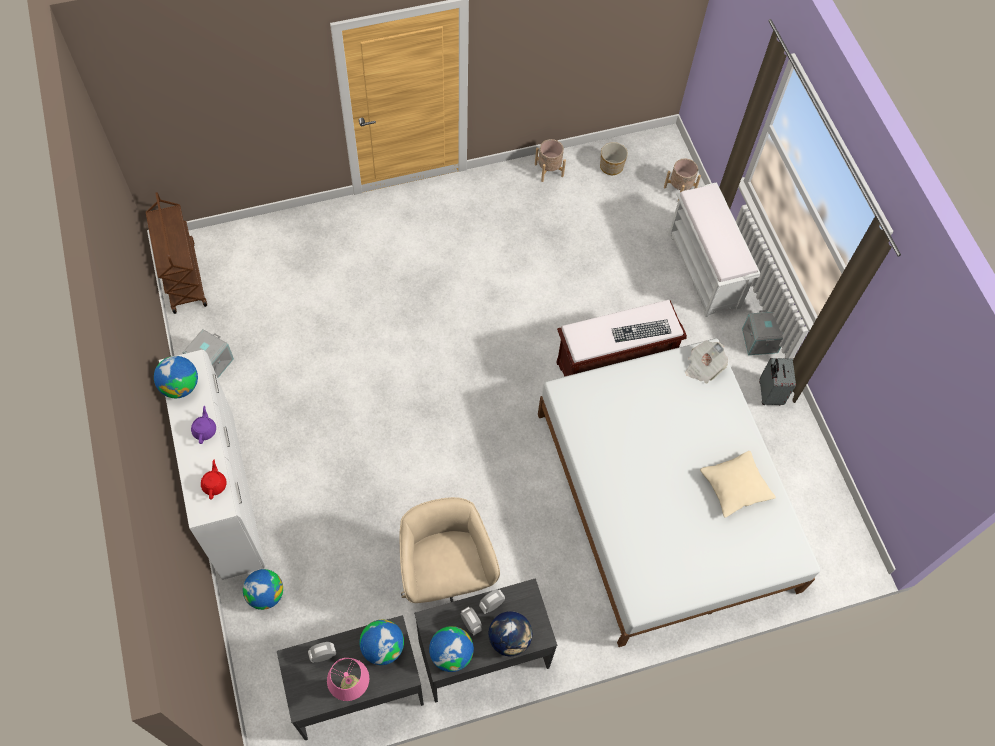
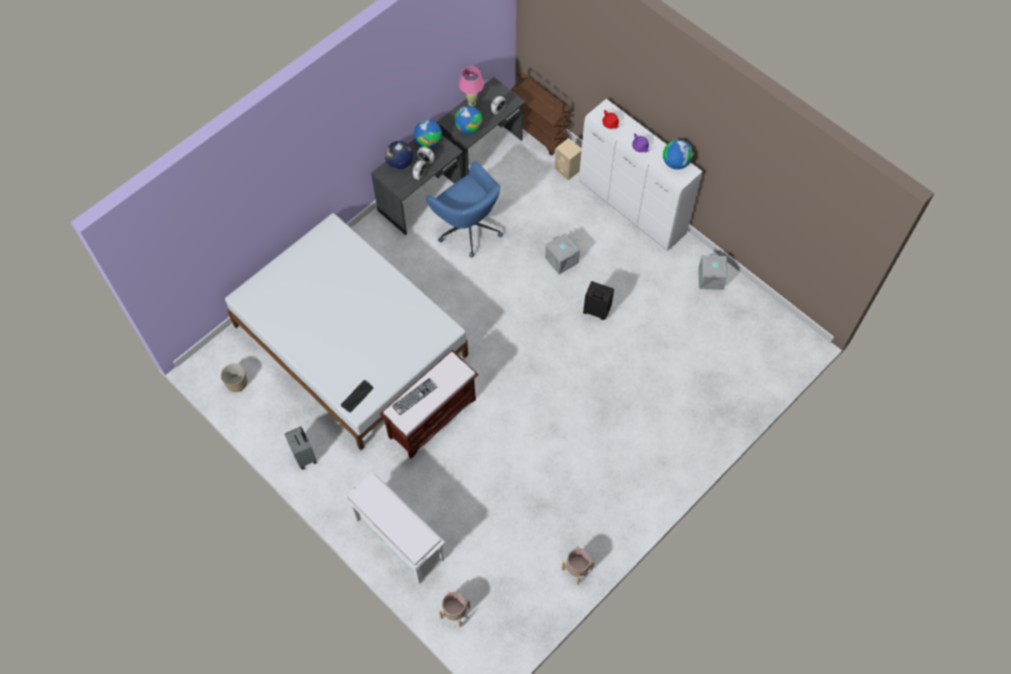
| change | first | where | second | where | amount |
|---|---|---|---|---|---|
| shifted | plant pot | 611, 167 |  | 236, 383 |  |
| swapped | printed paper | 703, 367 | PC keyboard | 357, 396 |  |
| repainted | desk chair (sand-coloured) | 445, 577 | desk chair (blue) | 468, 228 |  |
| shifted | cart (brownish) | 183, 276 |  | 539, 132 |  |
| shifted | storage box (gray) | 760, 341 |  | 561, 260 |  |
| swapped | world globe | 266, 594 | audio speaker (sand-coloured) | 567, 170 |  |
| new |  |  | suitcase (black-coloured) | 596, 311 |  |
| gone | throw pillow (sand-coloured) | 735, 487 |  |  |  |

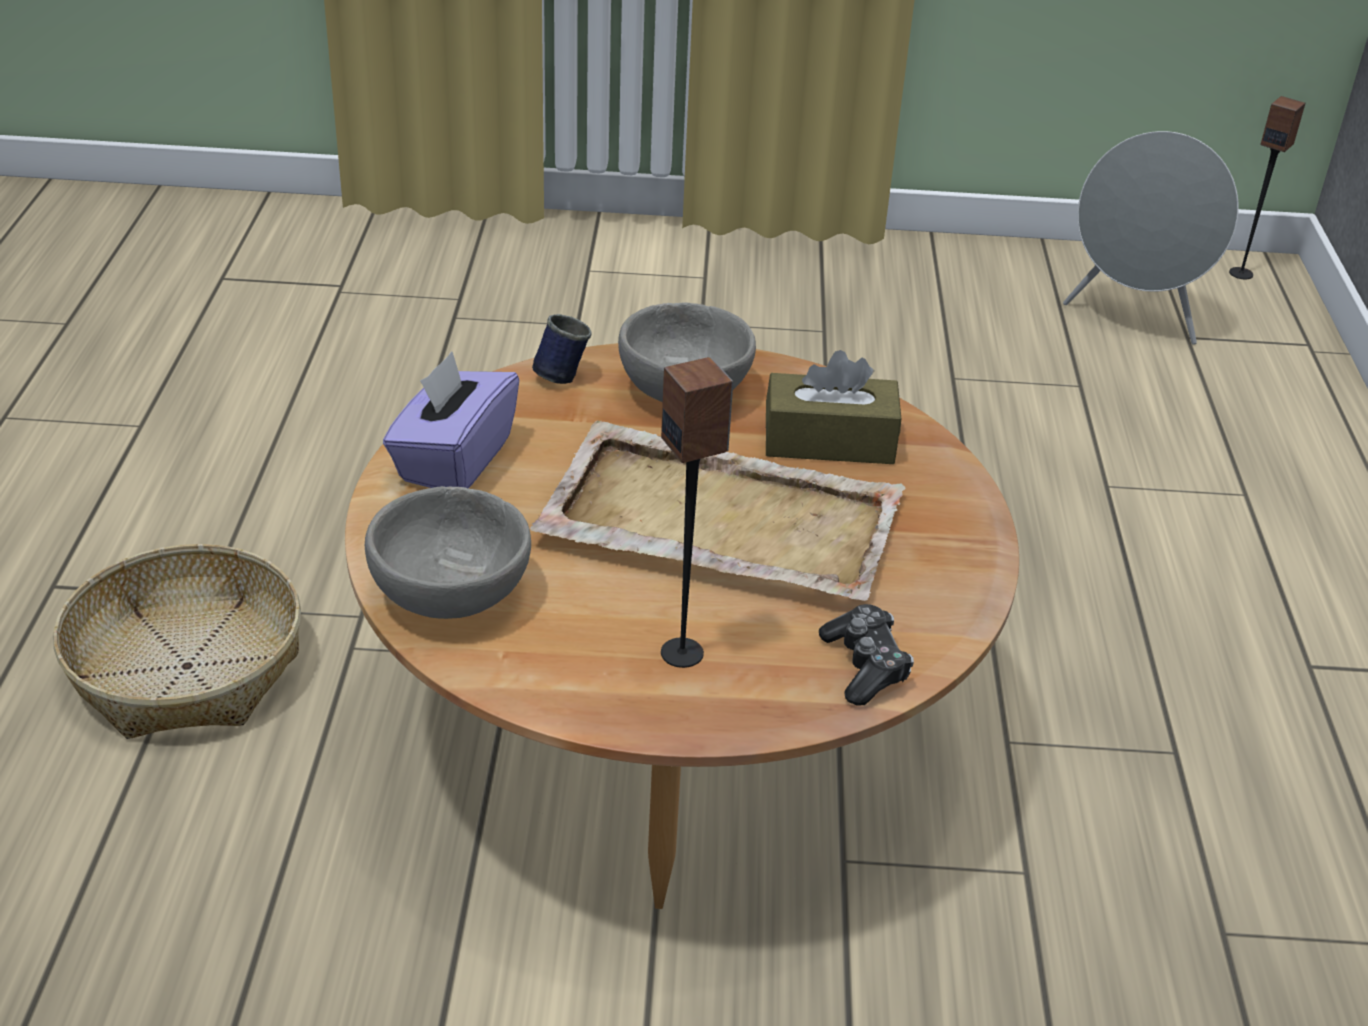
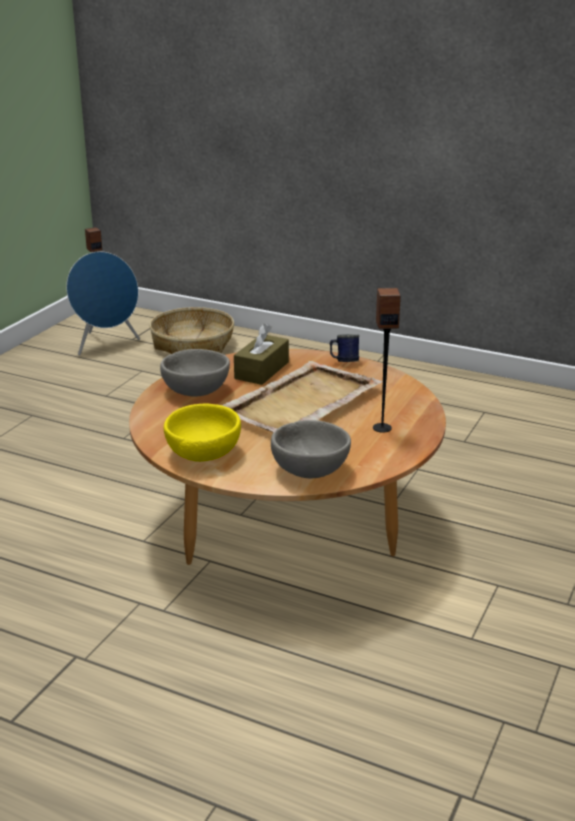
| change | first | where | second | where | amount |
|---|---|---|---|---|---|
| repainted | audio speaker (gray) | 1133, 318 | audio speaker (blue) | 106, 345 |  |
| shifted | basket | 188, 666 |  | 193, 344 |  |
| swapped | tissue holder (purple) | 454, 460 | bowl (yellow) | 205, 453 |  |
| shifted | mug (blue) | 558, 373 |  | 344, 362 |  |
| gone | joypad | 865, 666 |  |  |  |

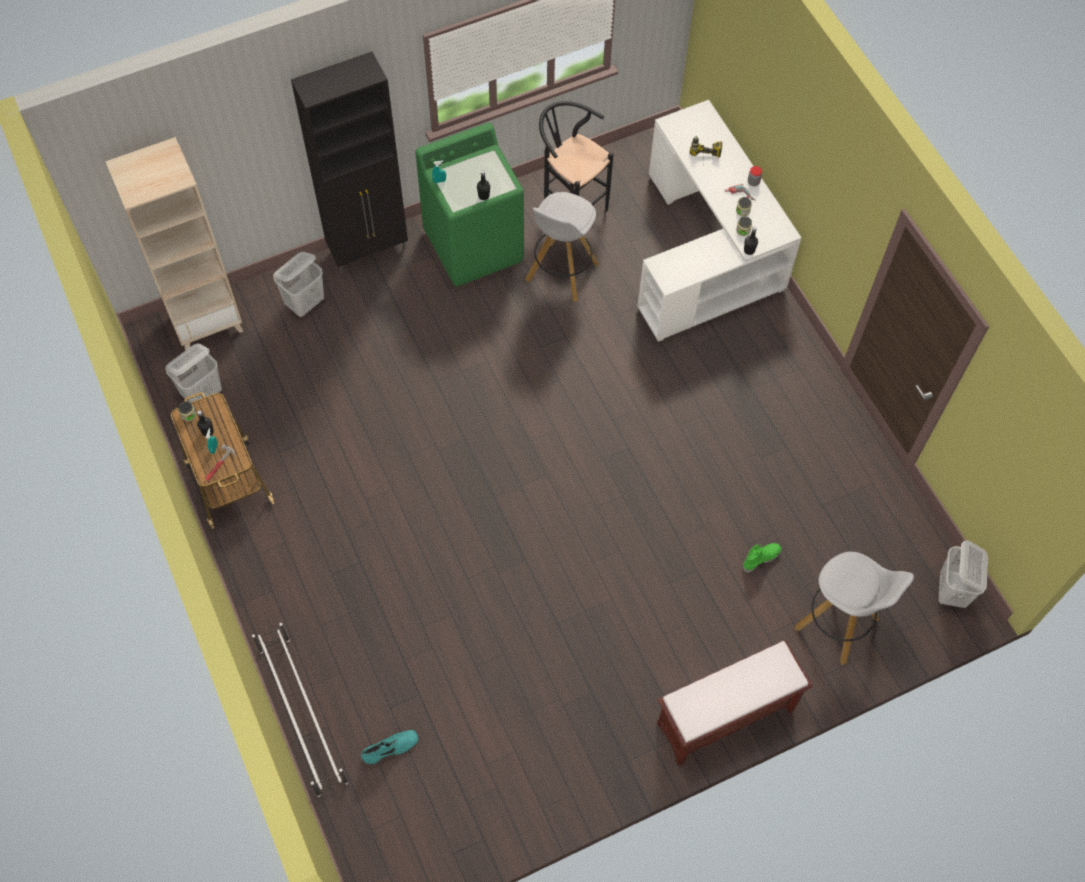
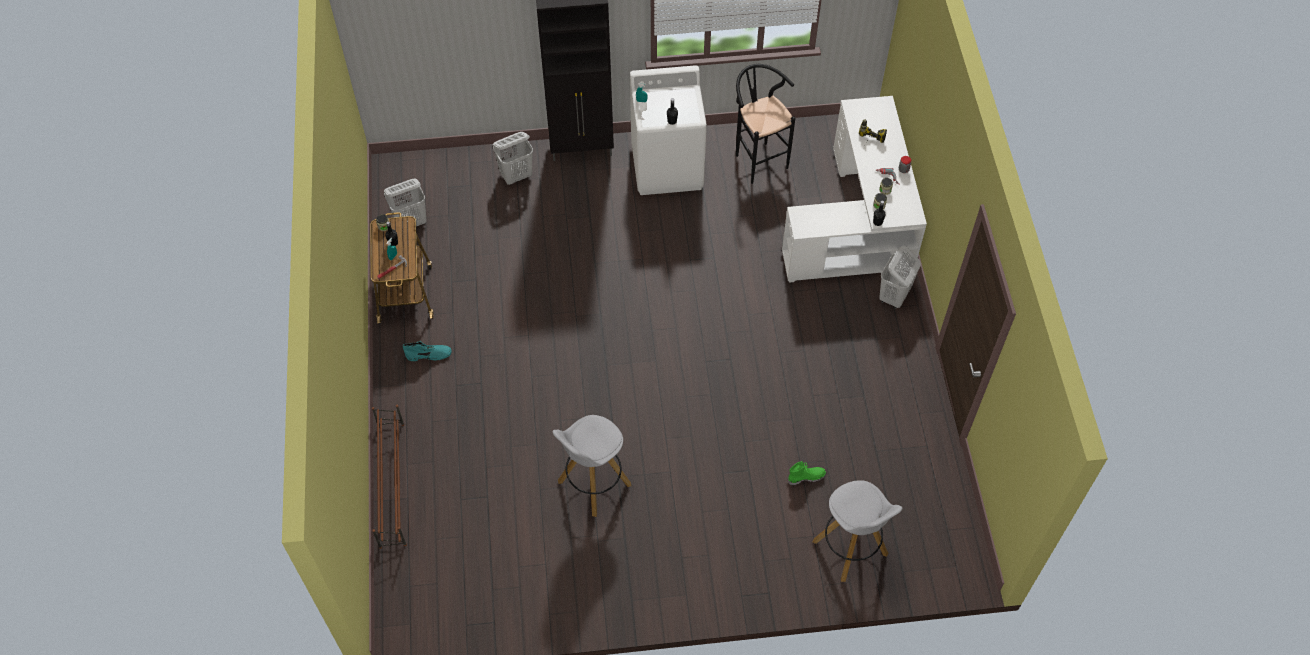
| change | first | where | second | where | amount |
|---|---|---|---|---|---|
| repainted | shoe rack (white) | 303, 715 | shoe rack (brownish) | 392, 484 |  |
| shifted | high-top boot (blue-green) | 391, 748 |  | 429, 355 |  |
| shifted | sitting stool (white) | 561, 273 |  | 593, 484 |  |
| repainted | washing machine (green) | 474, 246 | washing machine (white) | 667, 167 |  |
| shifted | hamper (white) | 951, 592 |  | 893, 296 |  |
| gone | shelving unit (sand-coloured) | 207, 322 |  |  |  |
| gone | long seat (brownish) | 724, 718 |  |  |  |

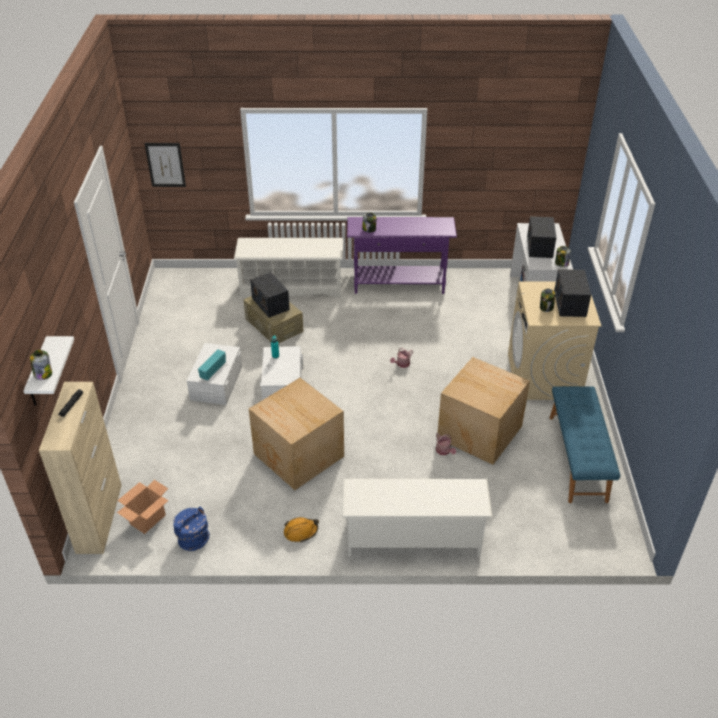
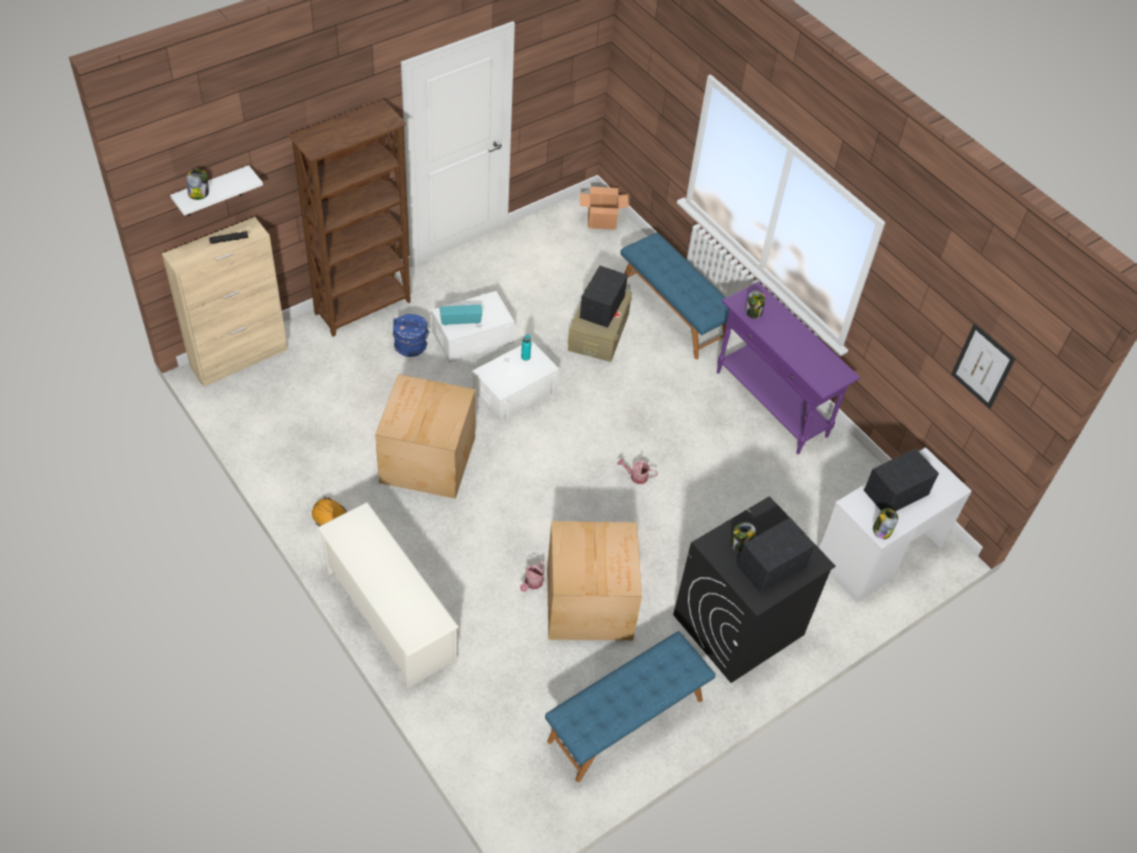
| change | first | where | second | where | amount |
|---|---|---|---|---|---|
| new |  |  | shelving unit (brownish) | 364, 308 |  |
| shifted | bucket (blue) | 193, 539 |  | 411, 346 |  |
| shifted | packing box | 147, 520 |  | 601, 222 |  |
| swapped | shoe rack (white) | 291, 287 | long seat (blue) | 674, 311 |  |
| repainted | washing machine (sand-coloured) | 544, 376 | washing machine (black-coloured) | 738, 625 |  |
| shifted | picture | 165, 165 |  | 982, 366 |  |

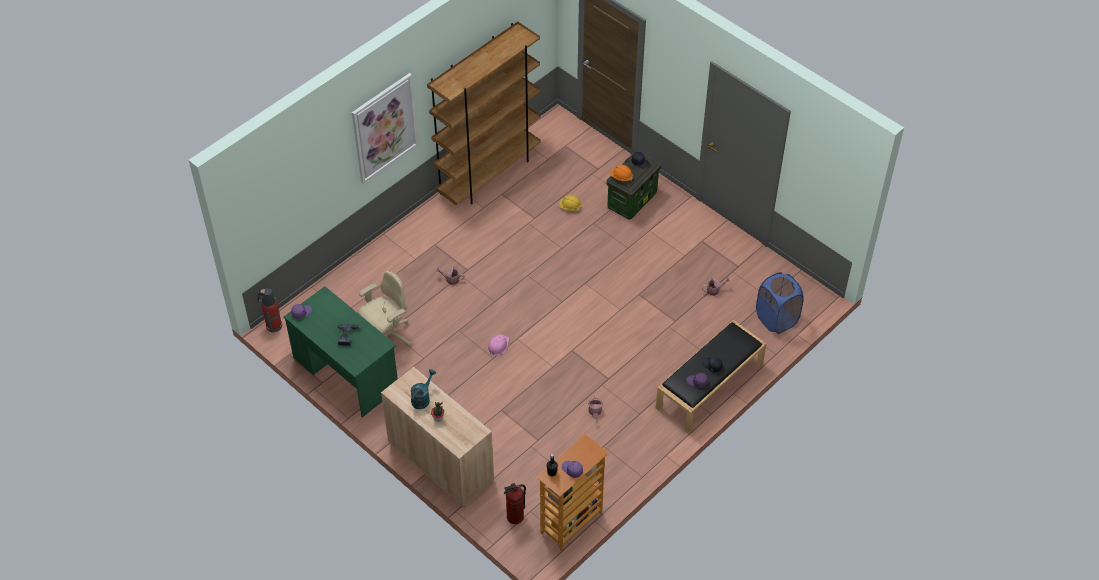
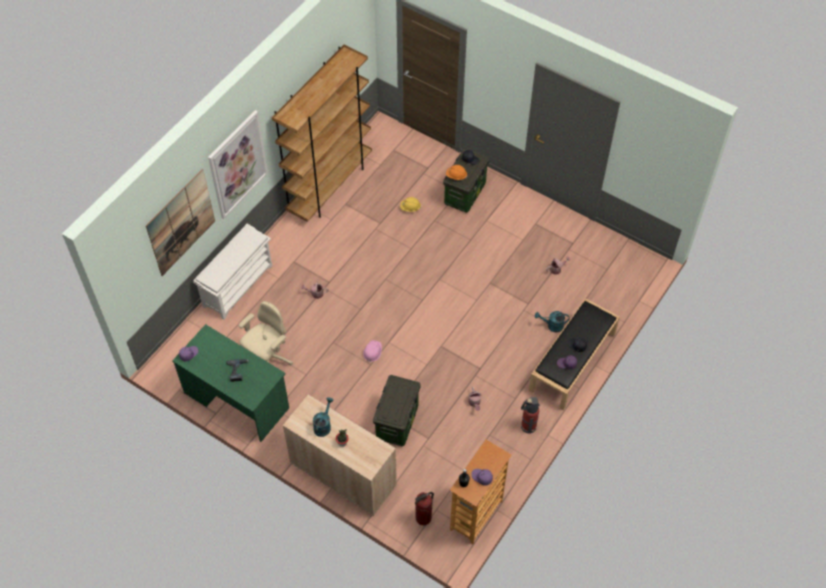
| change | first | where | second | where | amount |
|---|---|---|---|---|---|
| new |  |  | picture | 181, 222 |  |
| new |  |  | shoe rack (white) | 238, 285 |  |
| new |  |  | storage box | 397, 421 |  |
| shifted | fire extinguisher | 273, 325 |  | 527, 426 |  |
| new |  |  | watering can (blue-green) | 552, 326 |  |
| gone | hamper (blue) | 776, 319 |  |  |  |

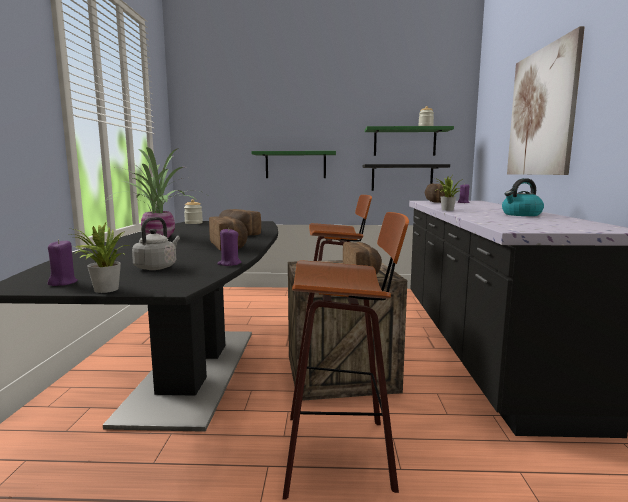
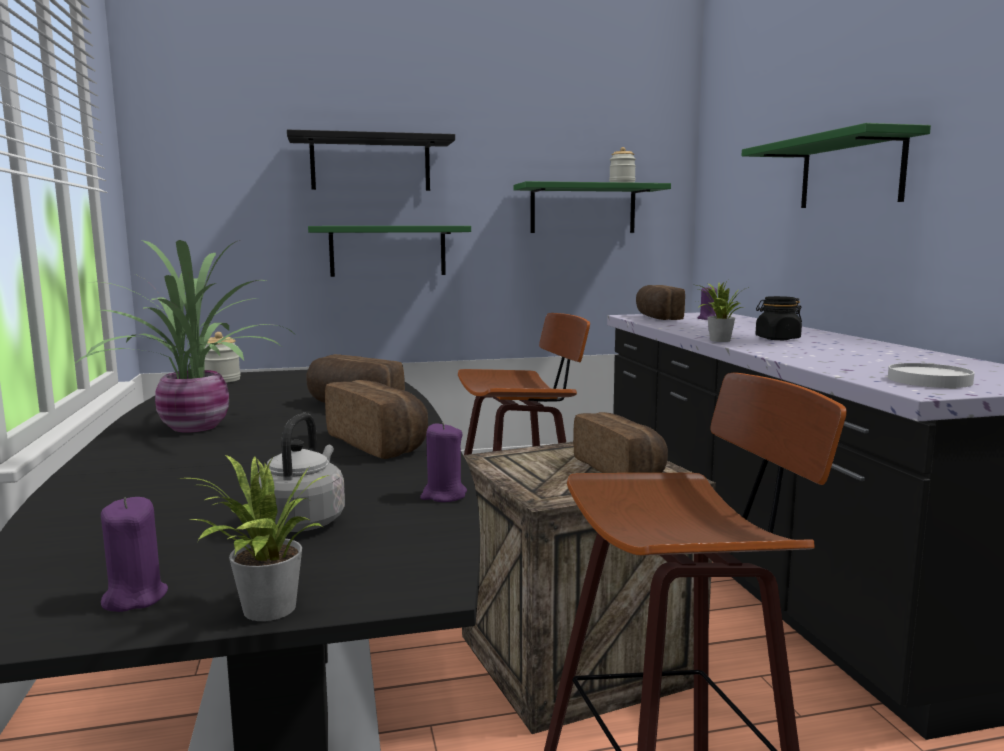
| change | first | where | second | where | amount |
|---|---|---|---|---|---|
| shifted | wall shelf (black-coloured) | 402, 177 |  | 370, 164 |  |
| swapped | picture | 541, 112 | wall shelf (green) | 851, 172 |  |
| new |  |  | jar (black-coloured) | 777, 339 |  |
| new |  |  | flat dish (white) | 929, 380 |  |
| gone | tea kettle | 521, 214 |  |  |  |

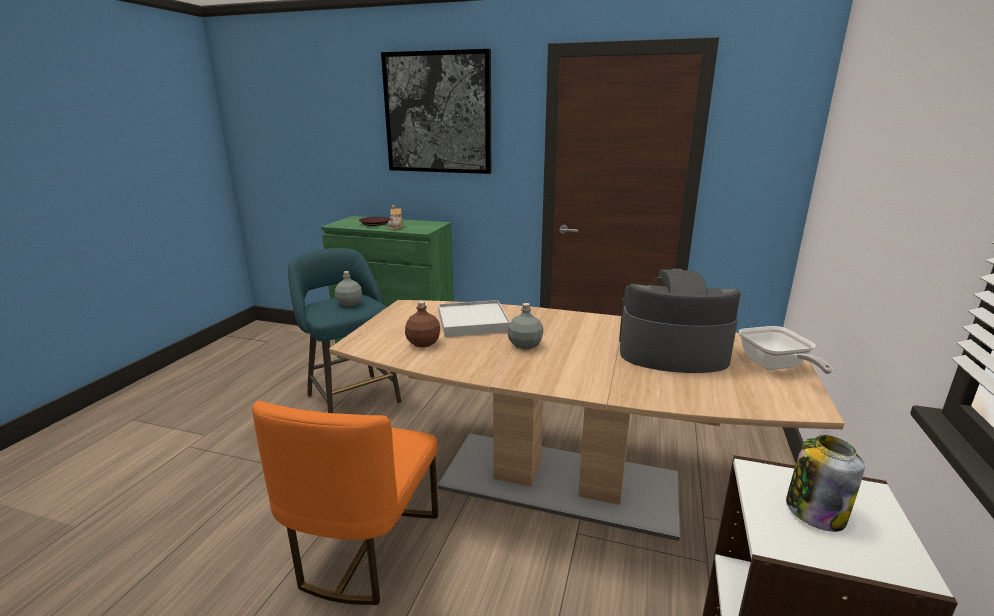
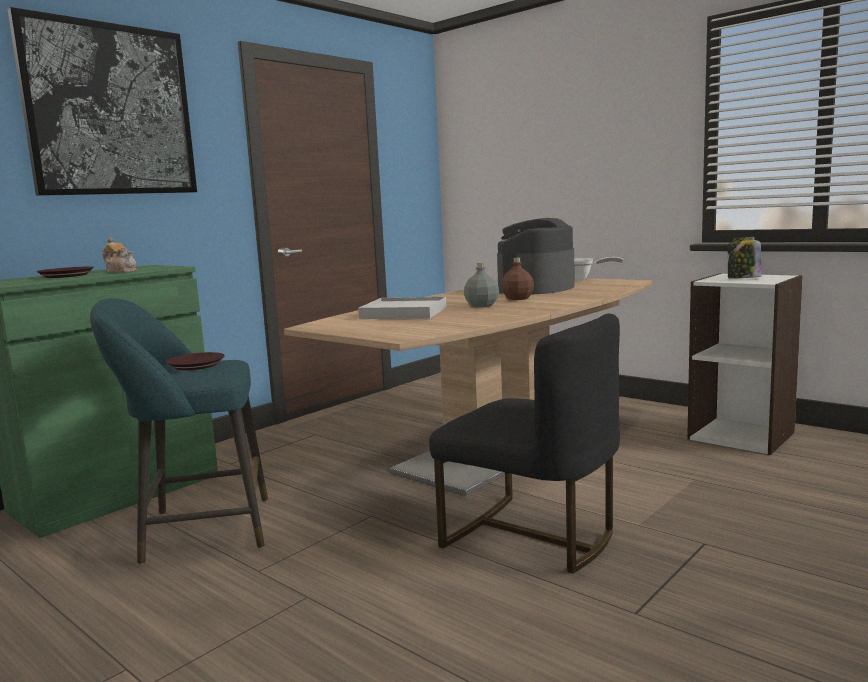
| change | first | where | second | where | amount |
|---|---|---|---|---|---|
| swapped | bottle (gray) | 349, 303 | flat dish (brownish) | 197, 365 |  |
| repainted | chair (orange) | 364, 548 | chair (black-coloured) | 532, 536 |  |
| shifted | bottle (brownish) | 424, 343 |  | 518, 298 |  |

